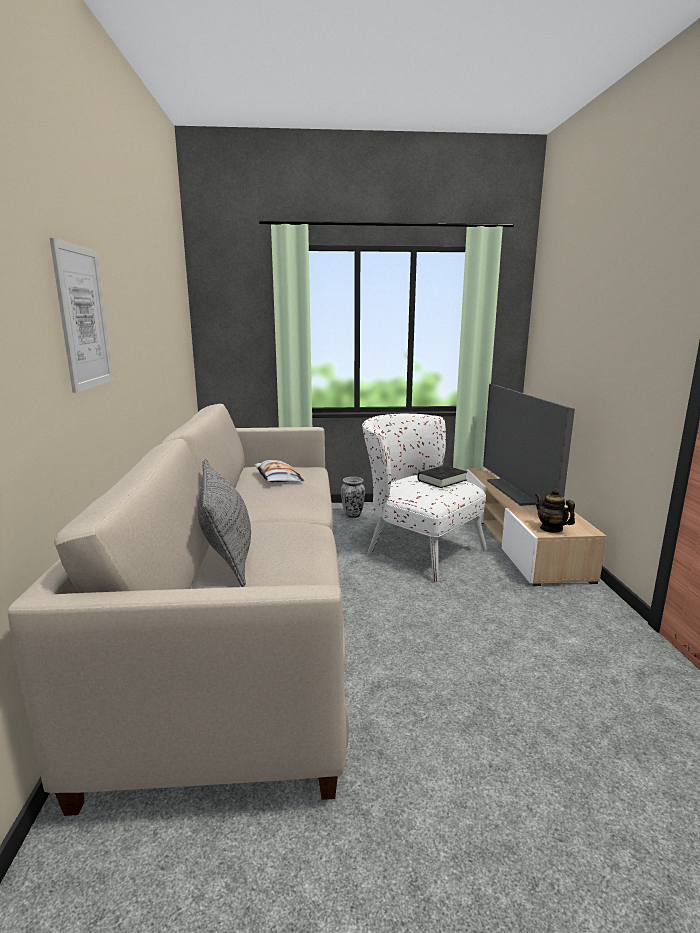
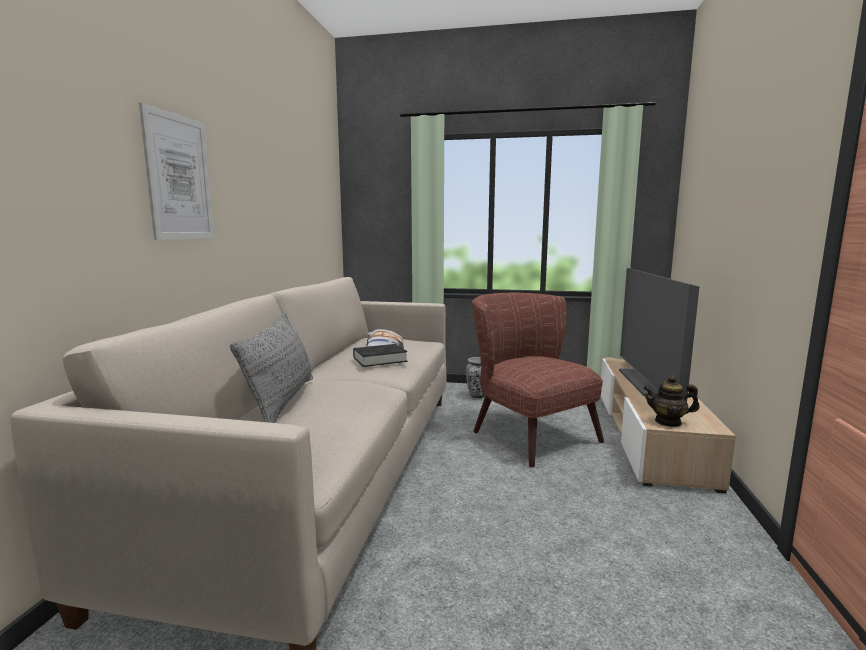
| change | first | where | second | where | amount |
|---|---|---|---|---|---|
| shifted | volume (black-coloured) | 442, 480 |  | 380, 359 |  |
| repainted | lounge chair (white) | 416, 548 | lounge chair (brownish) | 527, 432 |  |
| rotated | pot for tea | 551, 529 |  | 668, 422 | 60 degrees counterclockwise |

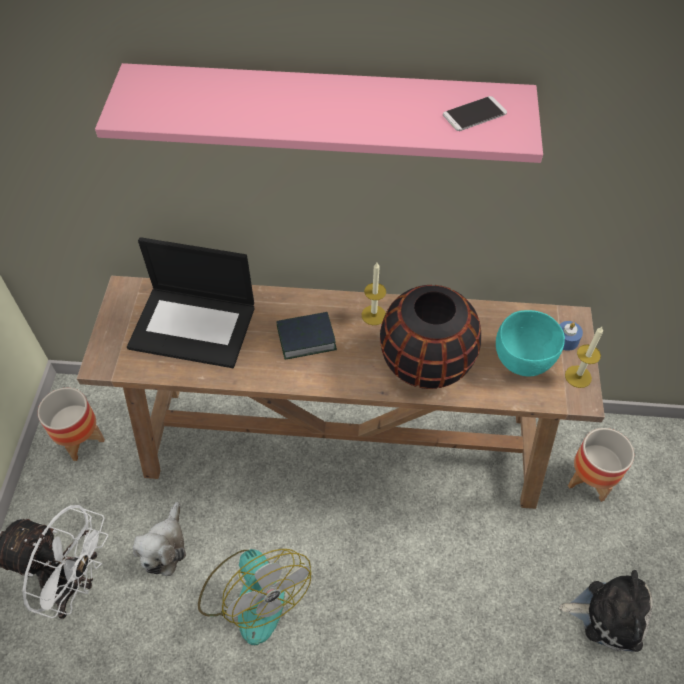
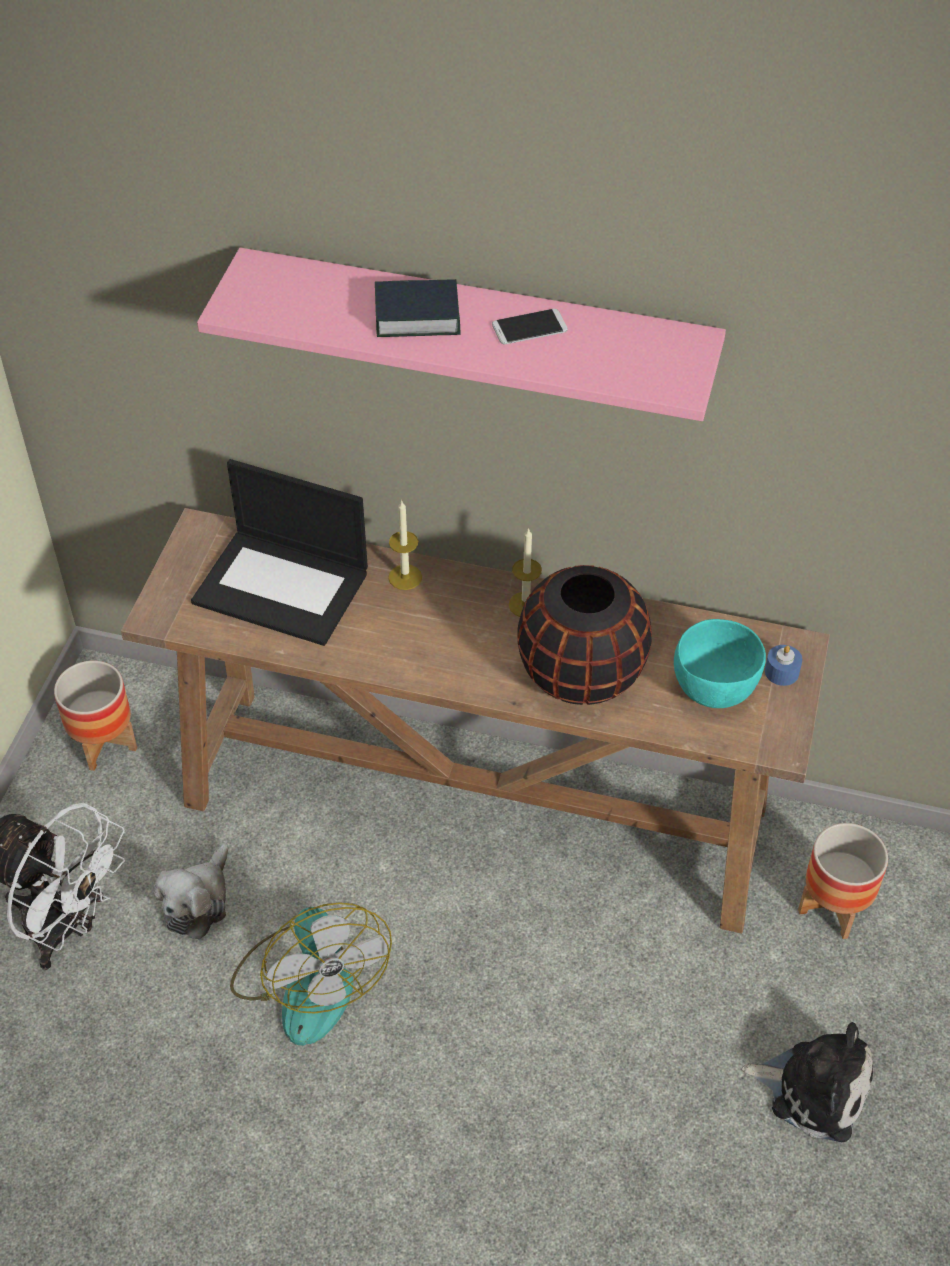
| change | first | where | second | where | amount |
|---|---|---|---|---|---|
| shifted | volume | 306, 338 |  | 417, 316 |  |
| shifted | wax light | 578, 376 |  | 405, 577 |  |
| shifted | handset | 474, 114 |  | 529, 327 |  |

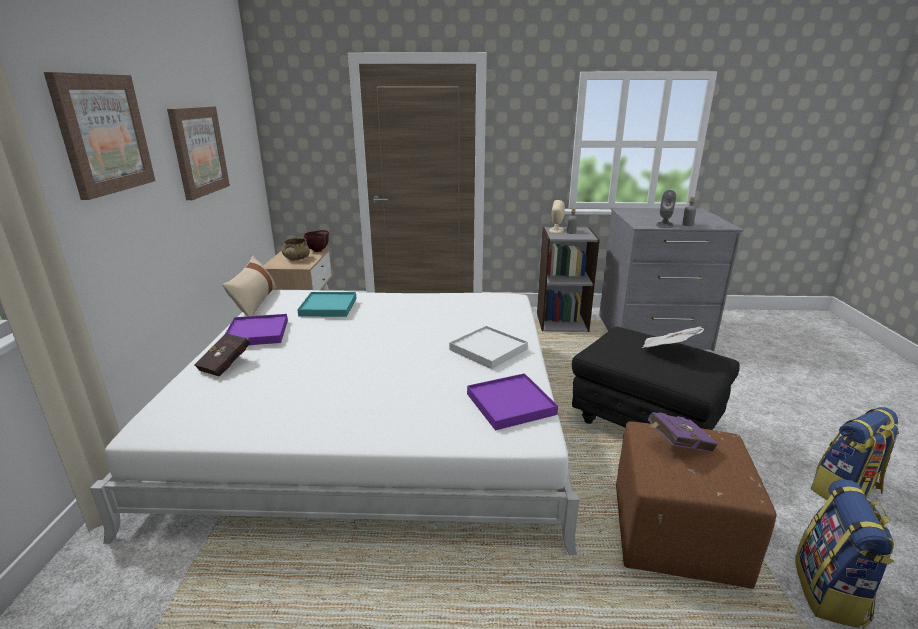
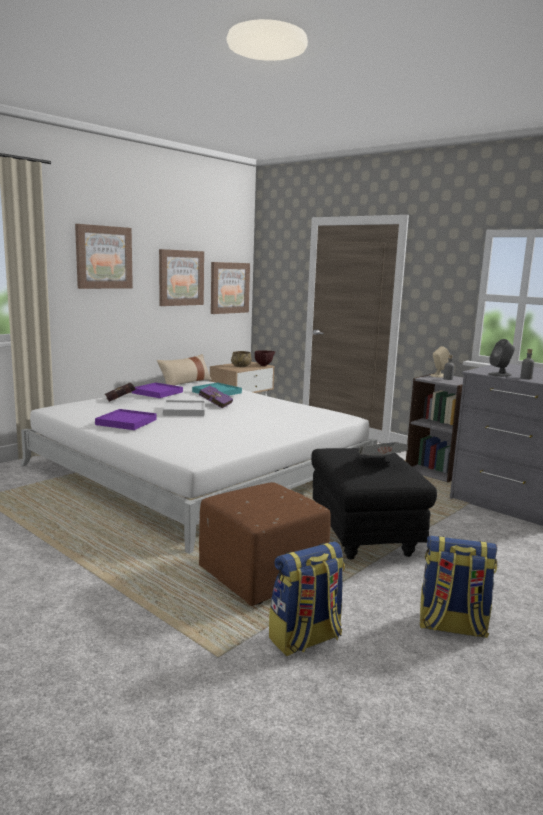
| change | first | where | second | where | amount |
|---|---|---|---|---|---|
| shifted | tray (purple) | 510, 404 |  | 126, 422 |  |
| shifted | tray (white) | 488, 350 |  | 184, 411 |  |
| shifted | volume (purple) | 676, 445 |  | 214, 404 |  |
| new |  |  | picture | 229, 288 |  |

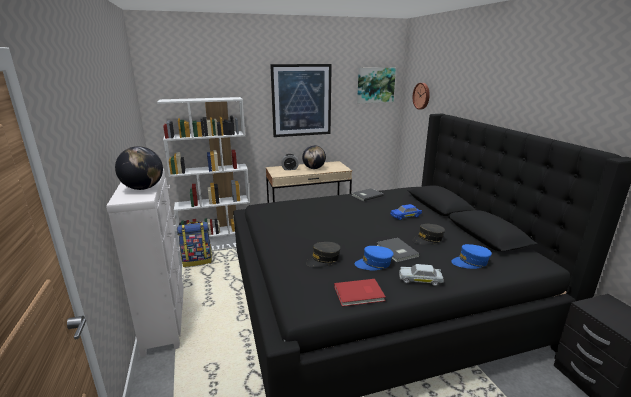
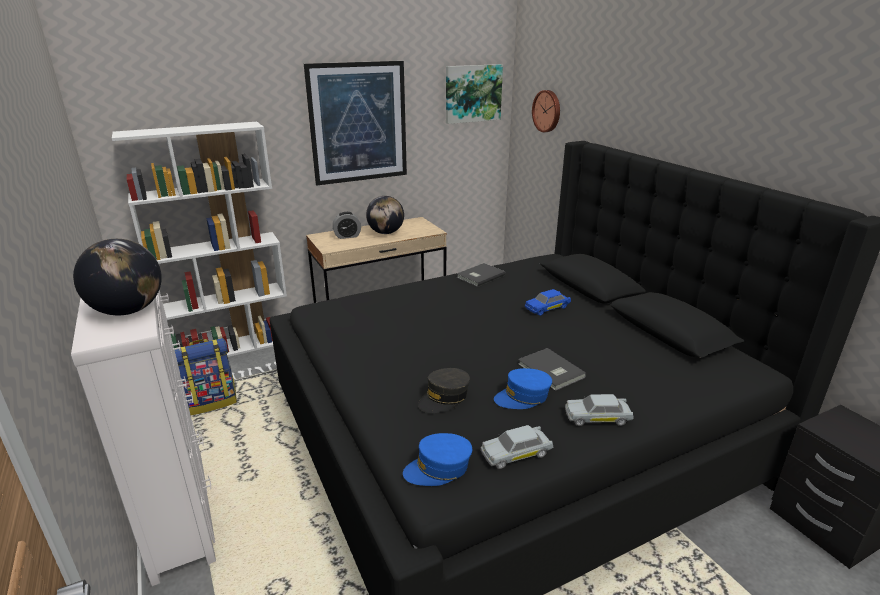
| change | first | where | second | where | amount |
|---|---|---|---|---|---|
| shifted | cap (blue) | 470, 262 |  | 438, 468 |  |
| swapped | volume (red-coloured) | 360, 294 | model car (white) | 516, 453 |  |
| gone | cap (gray) | 428, 239 |  |  |  |

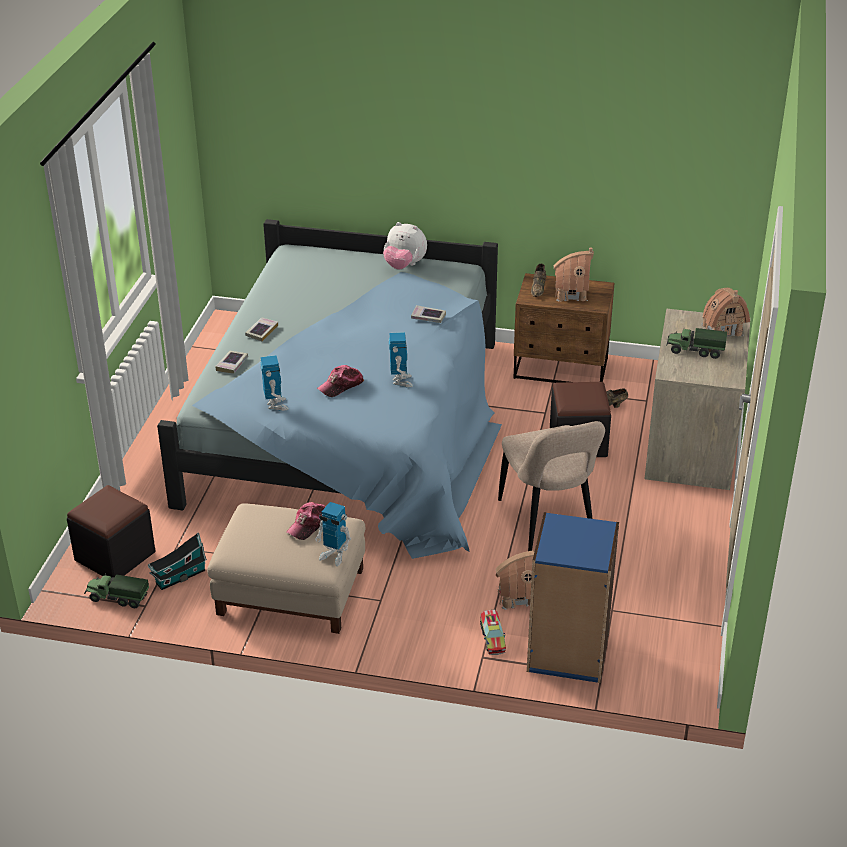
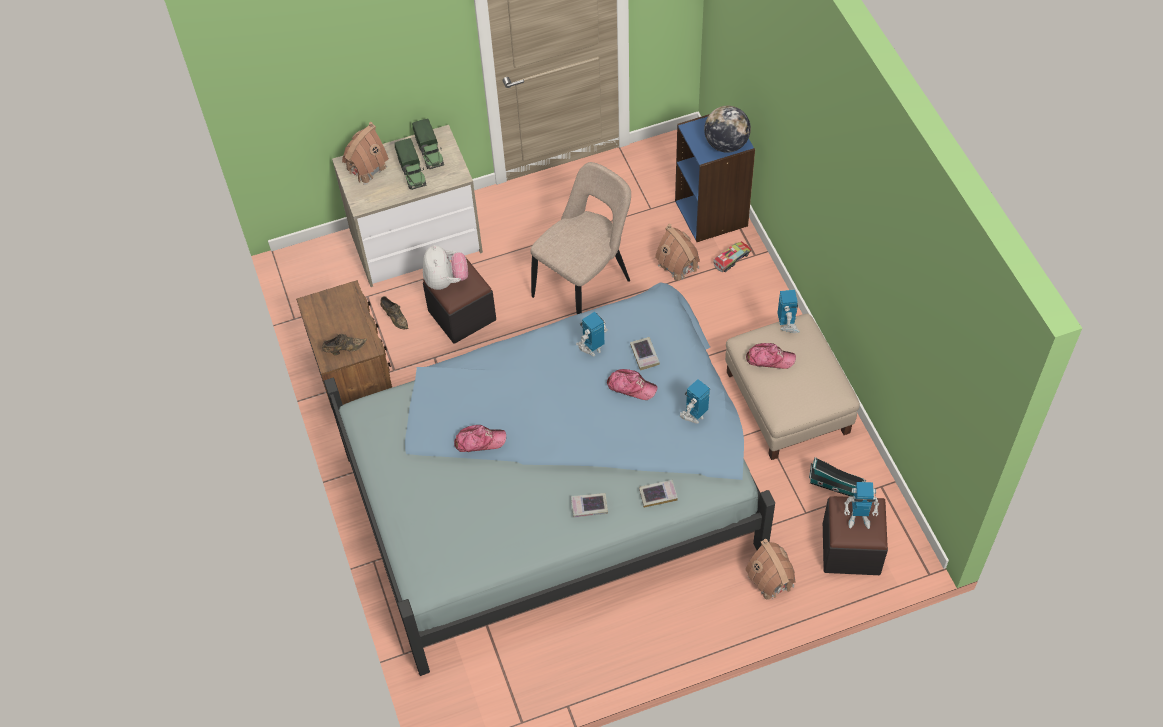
| change | first | where | second | where | amount |
|---|---|---|---|---|---|
| shifted | toy lorry | 117, 598 |  | 429, 152 |  |
| shifted | soft toy | 404, 266 |  | 446, 281 |  |
| new |  |  | cap | 479, 441 |  |
| shifted | volume | 428, 317 |  | 644, 355 |  |
| new |  |  | world globe | 726, 144 |  |
| shifted | toy house | 571, 293 |  | 771, 580 |  |
| new |  |  | toy robot | 858, 518 |  |

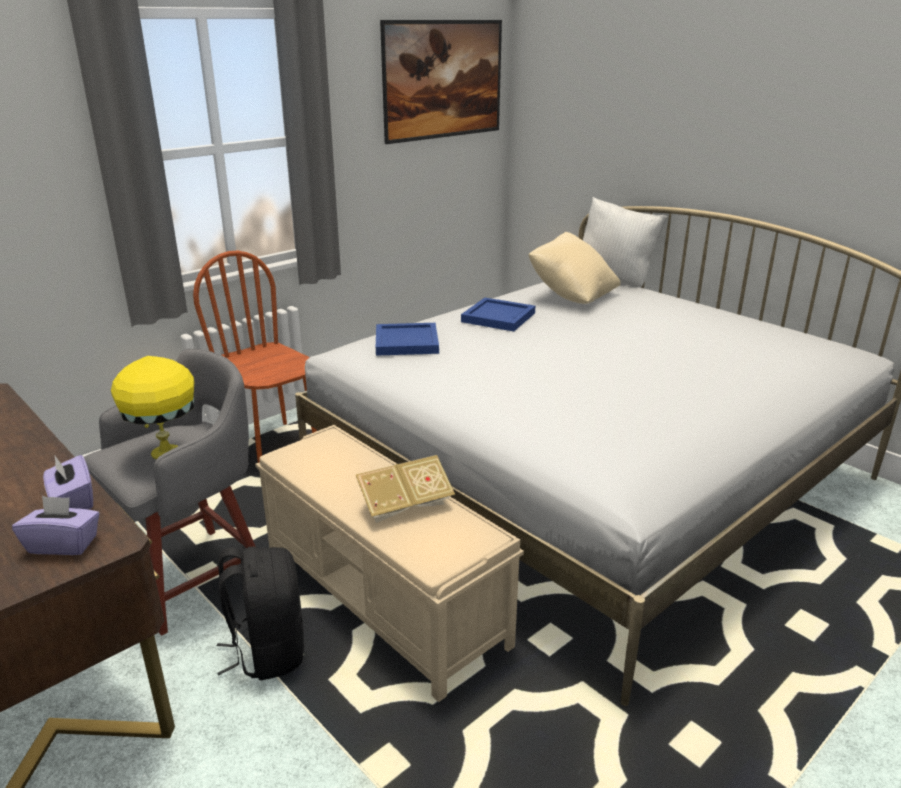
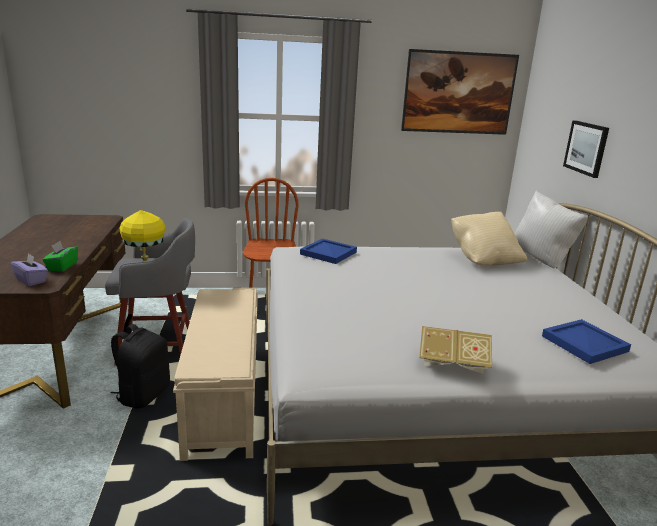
| change | first | where | second | where | amount |
|---|---|---|---|---|---|
| repainted | tissue holder (purple) | 72, 501 | tissue holder (green) | 62, 266 |  |
| shifted | volume | 405, 505 |  | 453, 363 |  |
| shifted | tray (blue) | 499, 318 |  | 584, 344 |  |
| new |  |  | picture | 586, 148 |  |

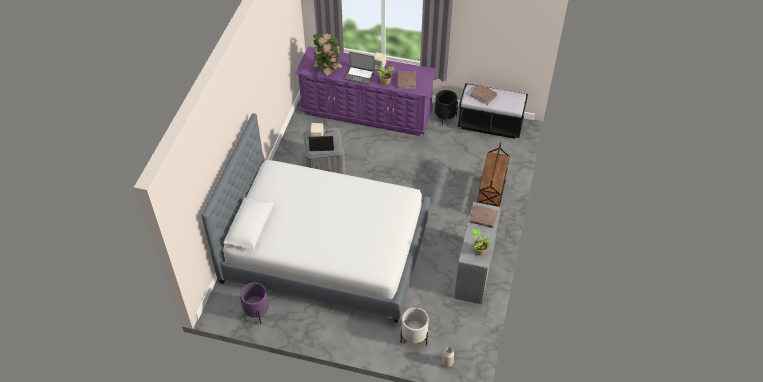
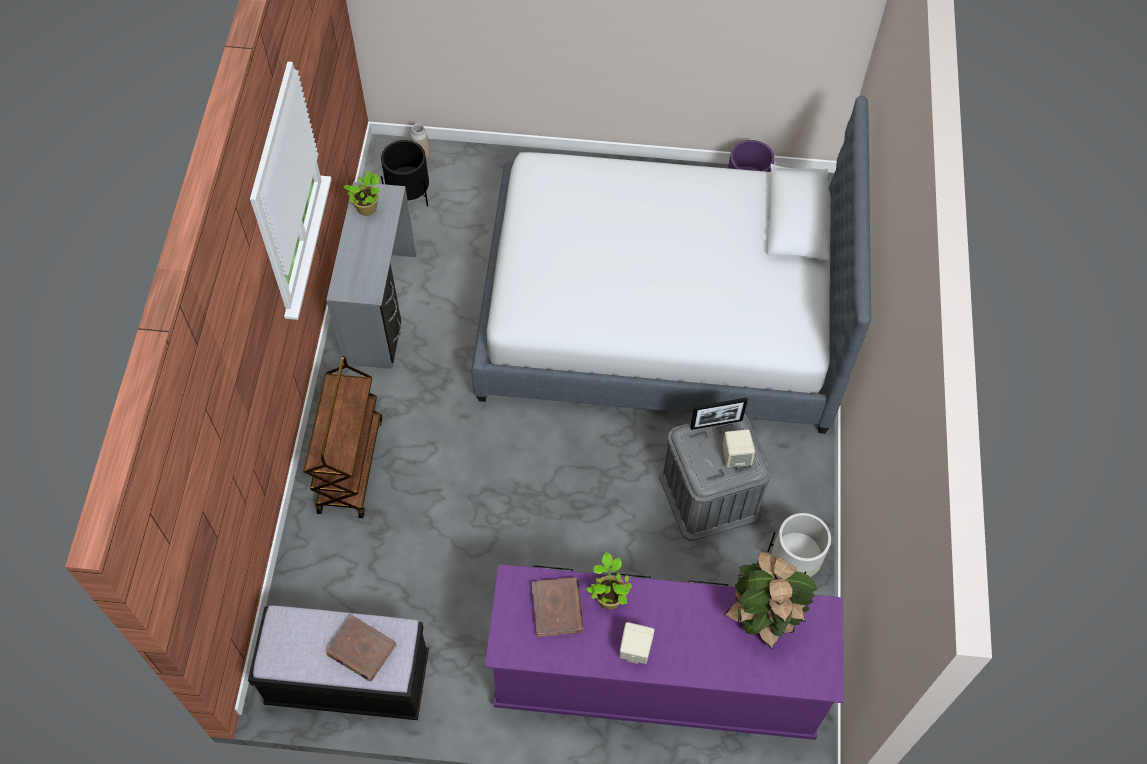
| change | first | where | second | where | amount |
|---|---|---|---|---|---|
| shifted | plant pot (black-coloured) | 444, 118 |  | 408, 194 |  |
| shifted | plant pot (white) | 414, 337 |  | 794, 563 |  |
| gone | notebook computer | 359, 75 |  |  |  |
| gone | volume (brownish) | 483, 217 |  |  |  |

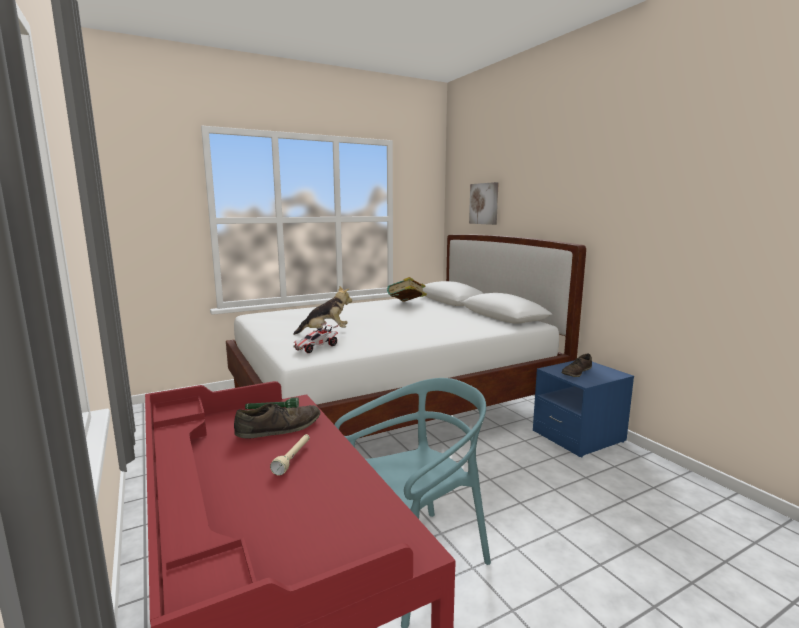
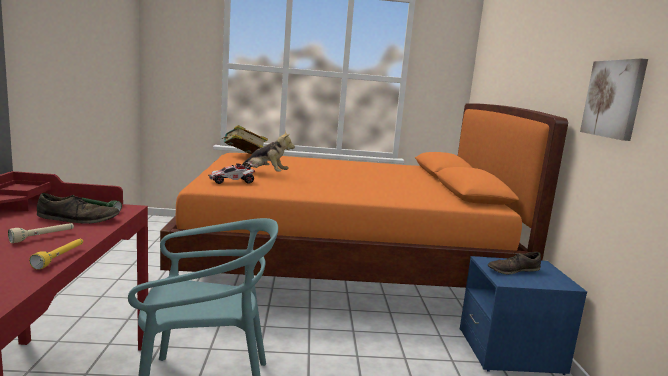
| change | first | where | second | where | amount |
|---|---|---|---|---|---|
| new |  |  | flashlight (yellow) | 60, 258 |  |
| repainted | bed (white) | 393, 406 | bed (orange) | 342, 268 |  |
| shifted | volume | 406, 304 |  | 244, 155 |  |
| shifted | picture | 484, 203 |  | 614, 99 |  |

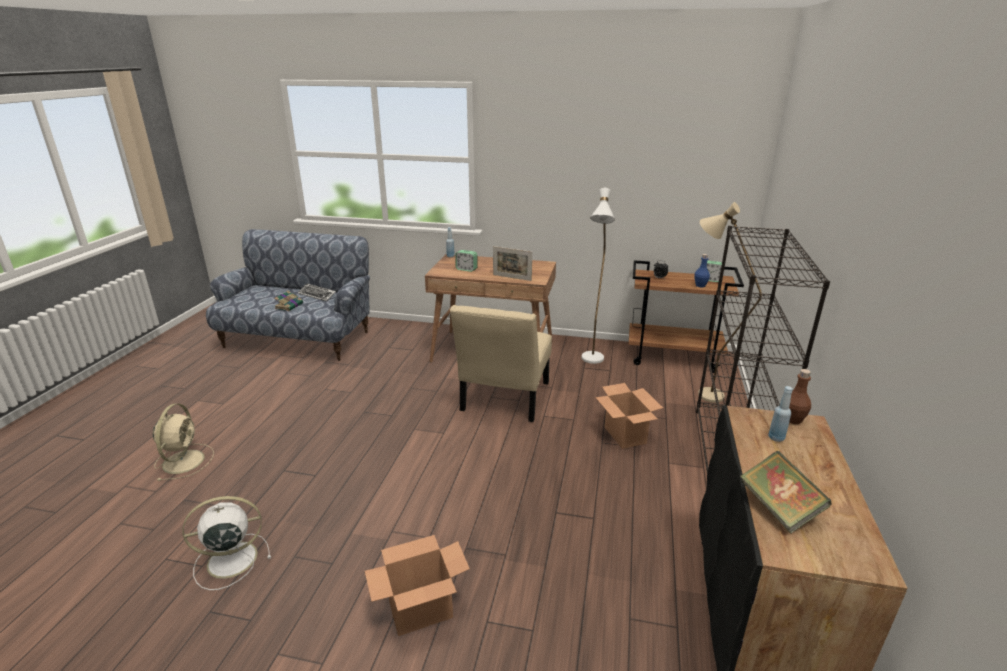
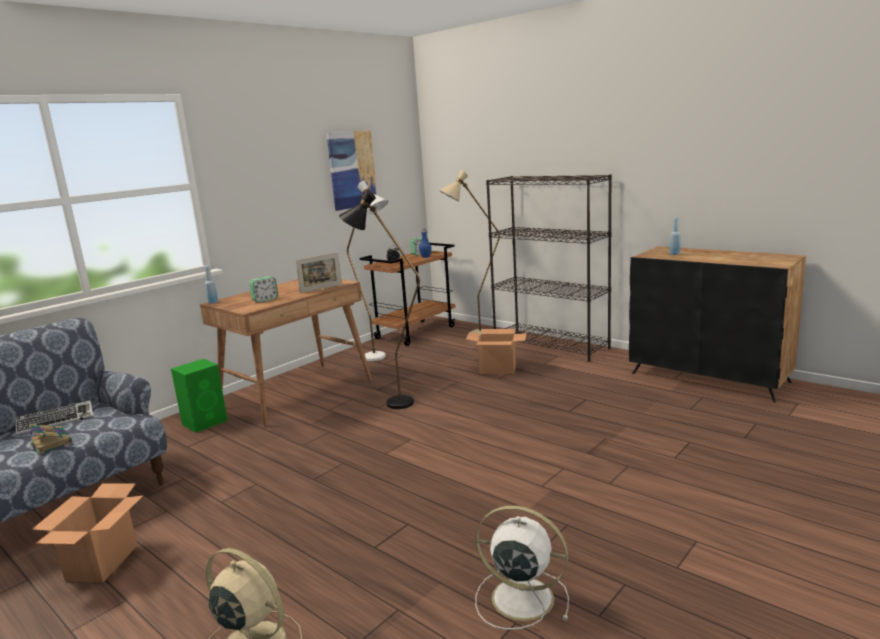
| change | first | where | second | where | amount |
|---|---|---|---|---|---|
| shifted | packing box | 420, 611 |  | 102, 563 |  |
| new |  |  | audio speaker (green) | 206, 422 |  |
| new |  |  | picture | 352, 170 |  |
| swapped | chair (sand-coloured) | 503, 399 | standard lamp (black-coloured) | 390, 403 |  |
| rotated | electric fan (white) | 230, 560 |  | 519, 598 | 105 degrees clockwise |
| gone | volume | 779, 508 |  |  |  |
| gone | bottle (brownish) | 792, 419 |  |  |  |

